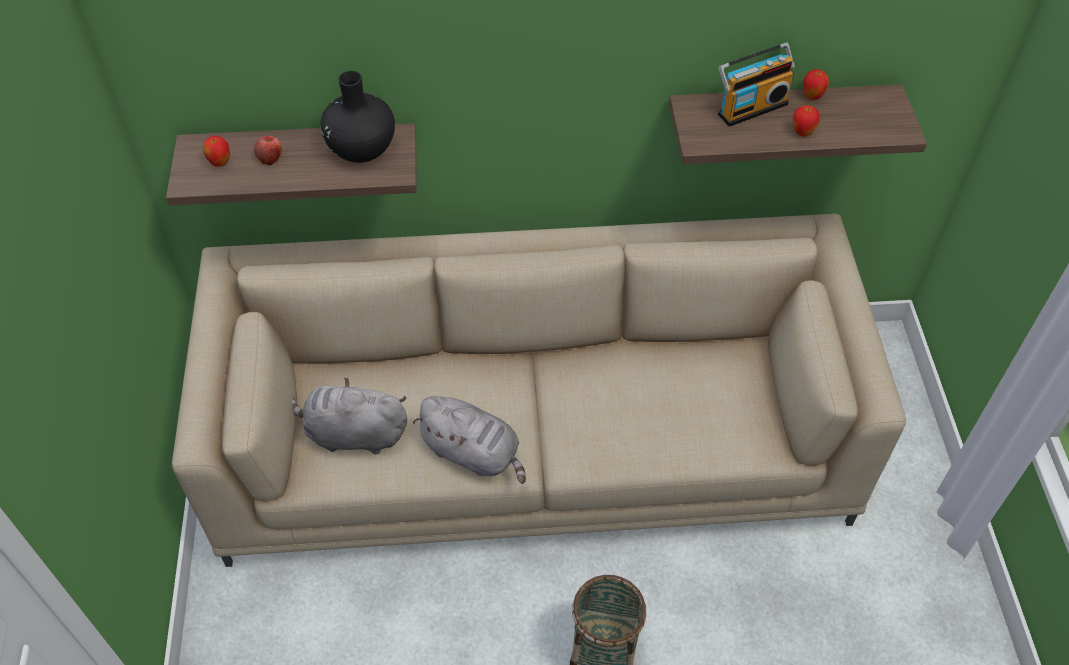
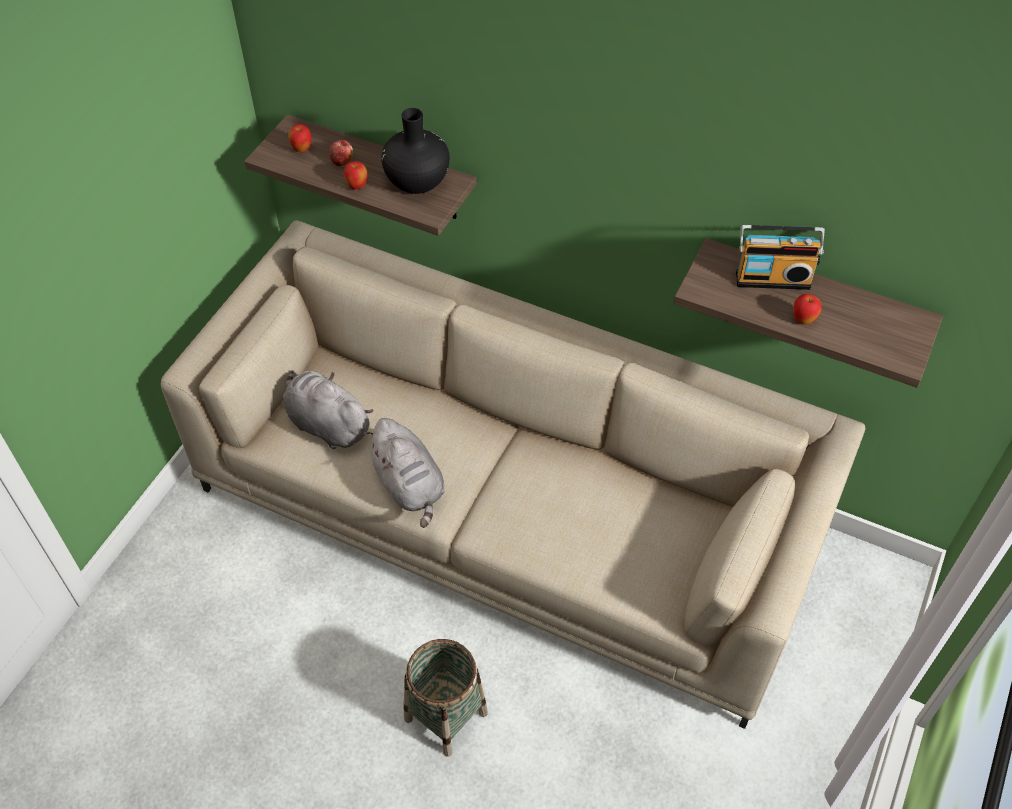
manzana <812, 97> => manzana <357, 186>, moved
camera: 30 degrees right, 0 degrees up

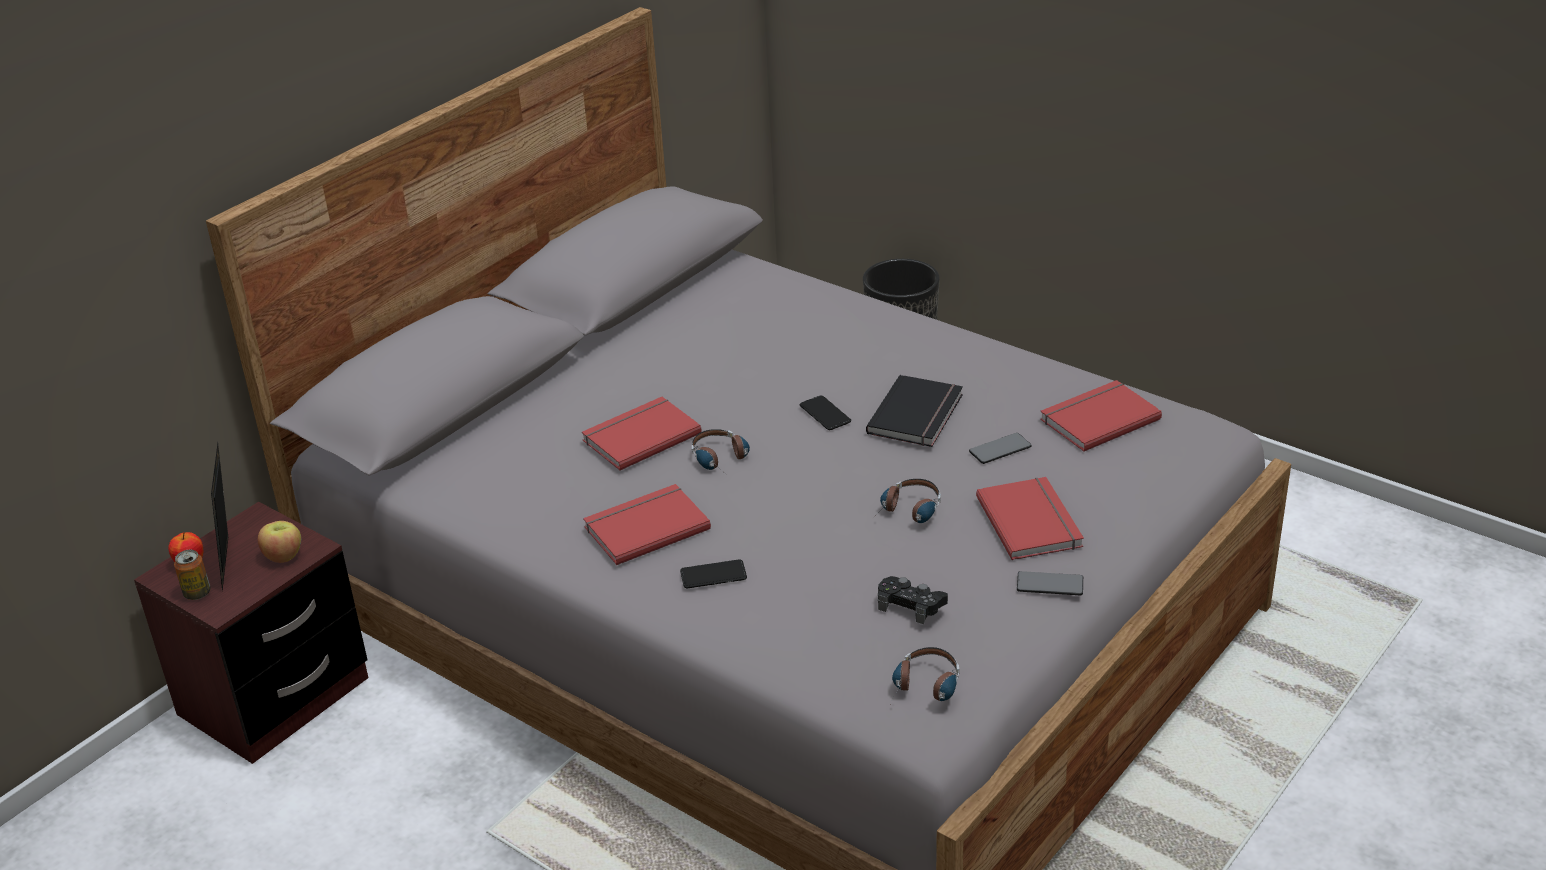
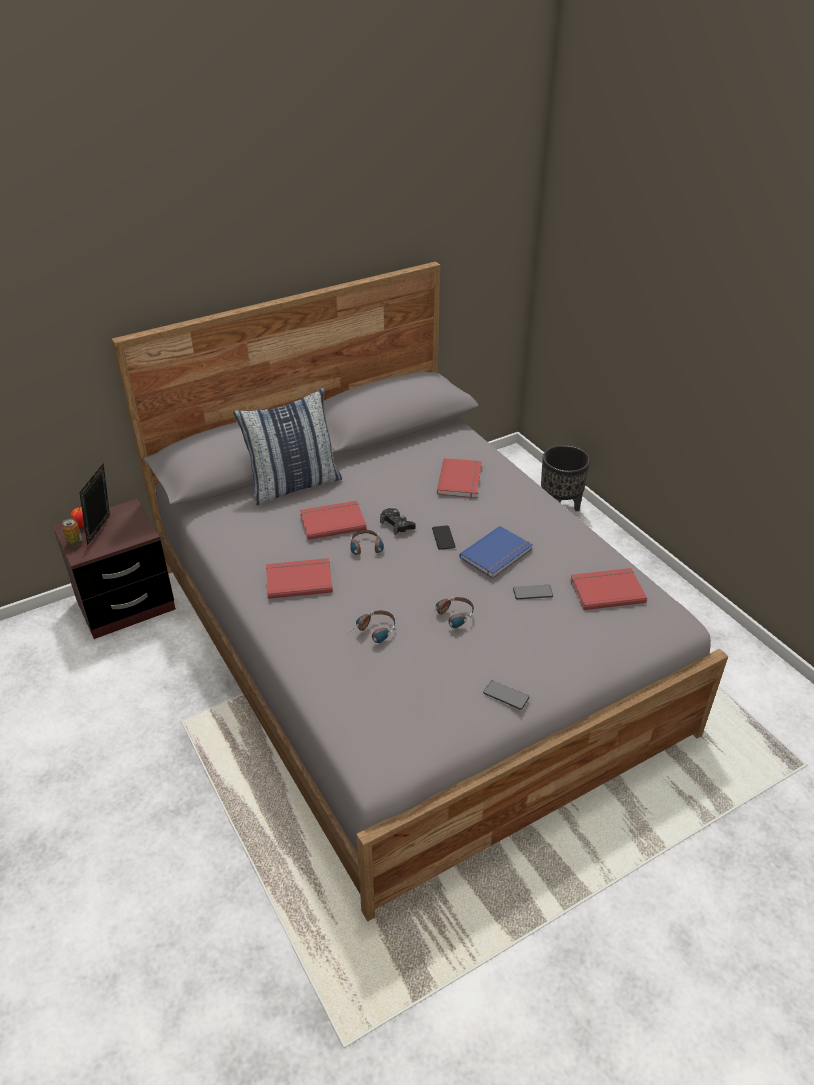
manzana <284, 556> => nothing
móvil <713, 575> => nothing
libro [negro] <918, 414> => libro [azul] <497, 554>
mando de consola [negro] <911, 605> => mando de consola [negro] <397, 525>, moved
auriculares <924, 690> => auriculares <372, 633>, moved
libro [rojo] <1032, 521> => libro [rojo] <461, 480>, moved
nothing => cojín <294, 485>
camera: 20 degrees right, 5 degrees up

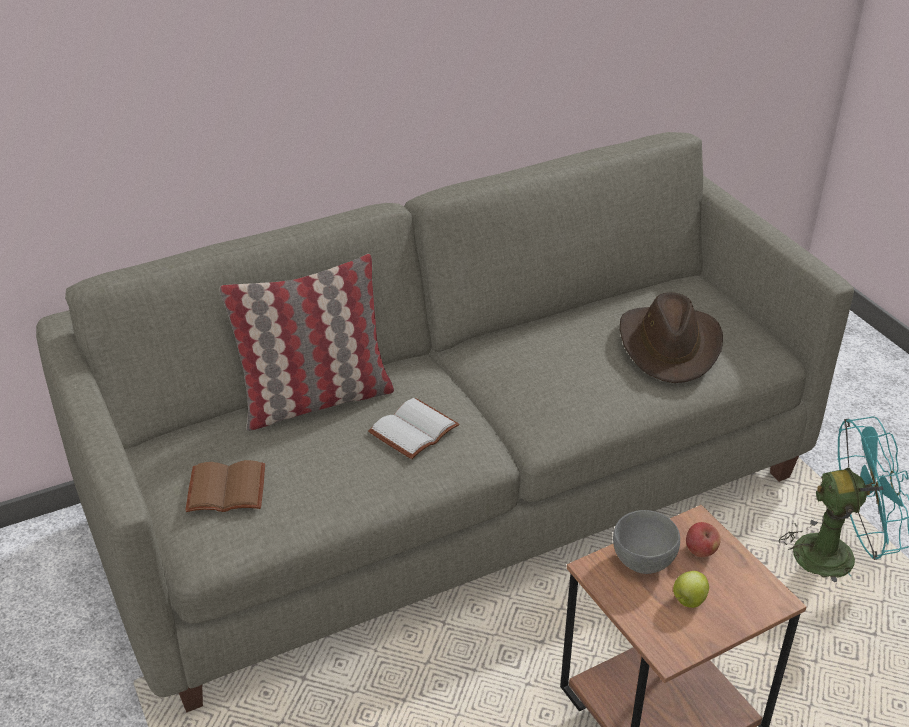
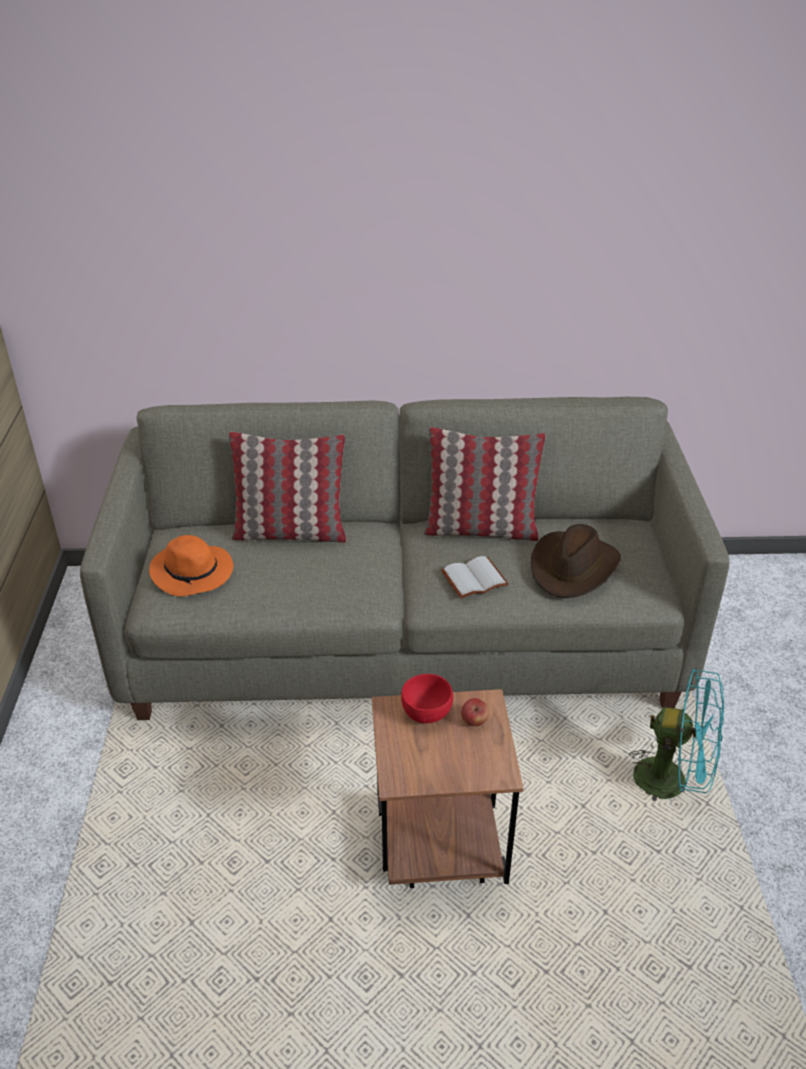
libro [marrón] <228, 487> => sombrero [naranja] <193, 573>
libro [blanco] <414, 432> => libro [blanco] <474, 580>, moved
cuenco [gris] <644, 561> => cuenco [rojo] <427, 714>
manzana <688, 601> => nothing
nothing => cojín <480, 529>
camera: 25 degrees right, 0 degrees up

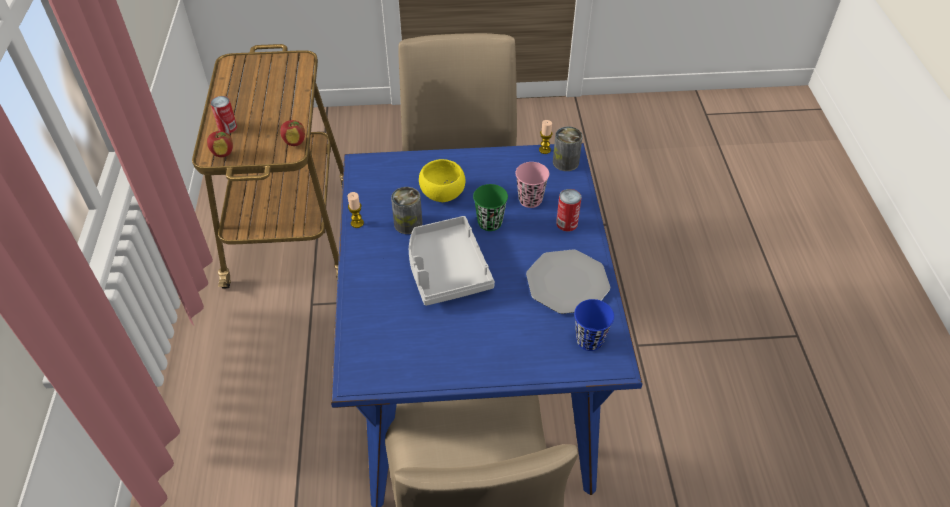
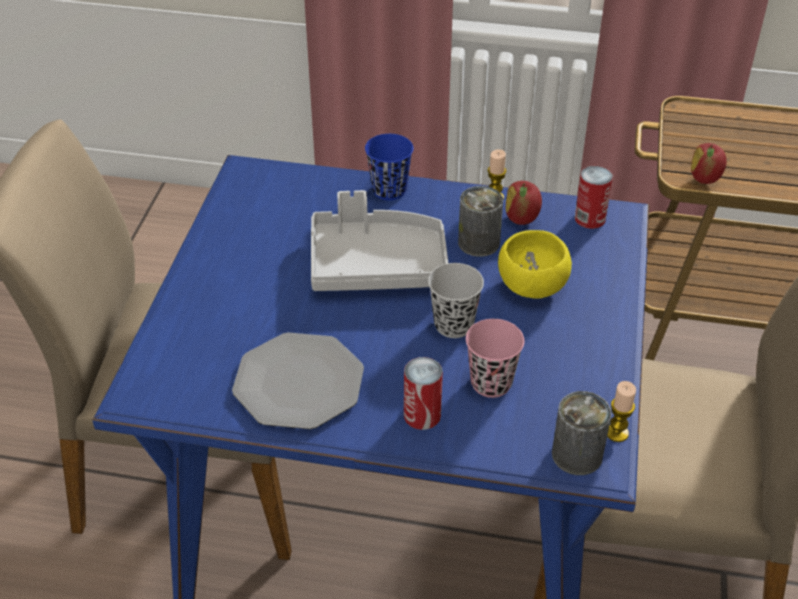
manzana <223, 153> => manzana <522, 219>, moved
lata <227, 127> => lata <590, 218>, moved
taza [verde] <490, 222> => taza [negro] <453, 325>
taza [azul] <589, 340> => taza [azul] <389, 190>, moved
camera: 105 degrees right, 5 degrees down

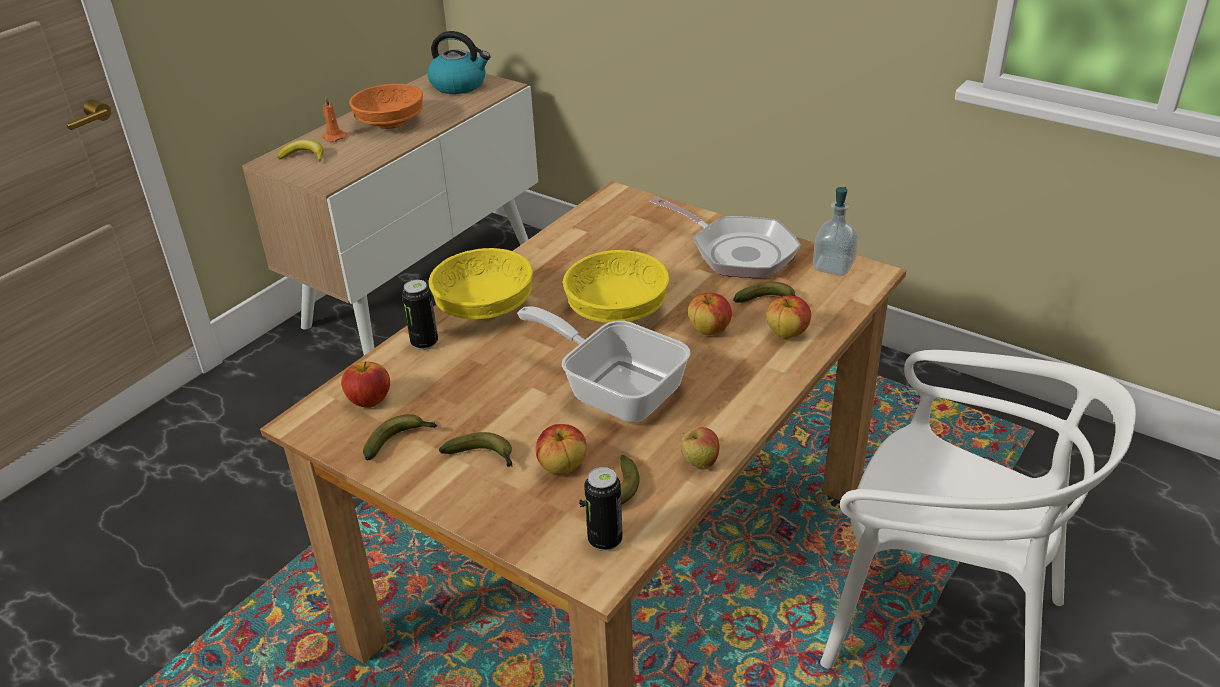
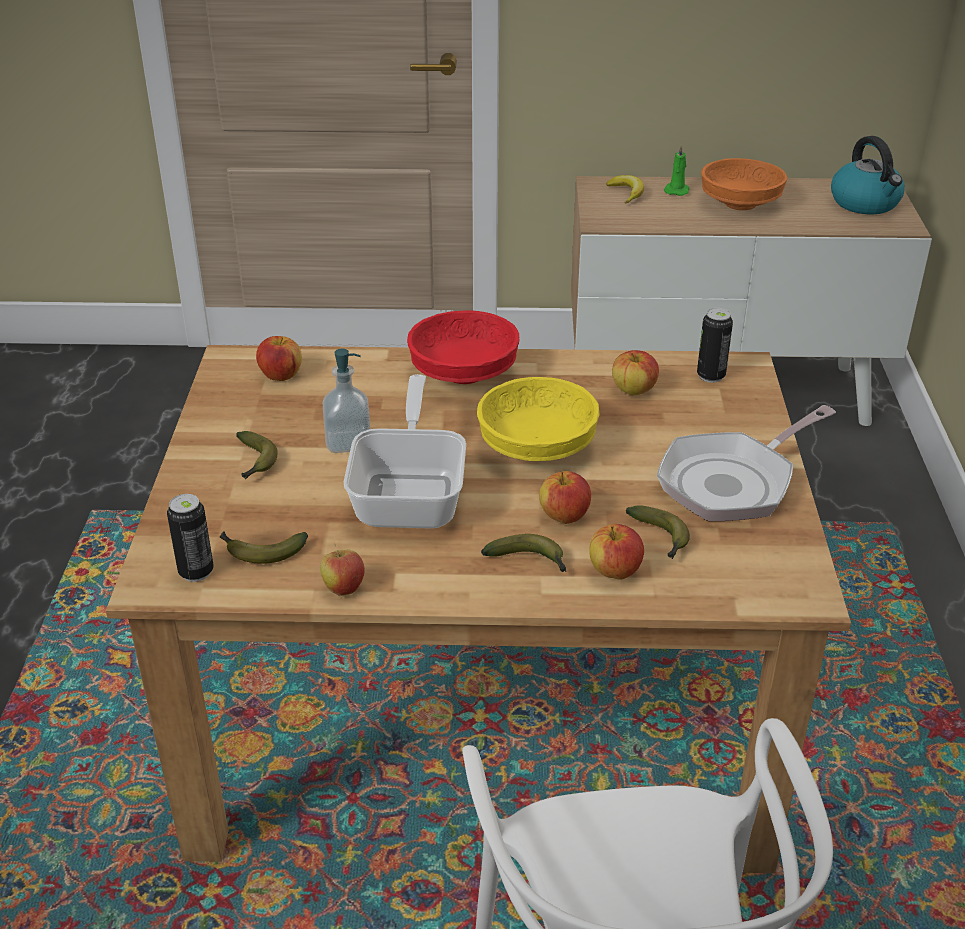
vela [naranja] <333, 137> => vela [verde] <677, 190>
plátano <400, 441> => plátano <530, 561>, moved
lata <424, 343> => lata <711, 376>, moved
cuenco [amarillo] <485, 307> => cuenco [rojo] <465, 373>
manzana <562, 466> => manzana <634, 390>, moved
sartén <737, 252> => sartén <732, 482>, 45 degrees clockwise
dispensador de jabón <833, 266> => dispensador de jabón <348, 442>, moved
camera: 55 degrees right, 0 degrees up

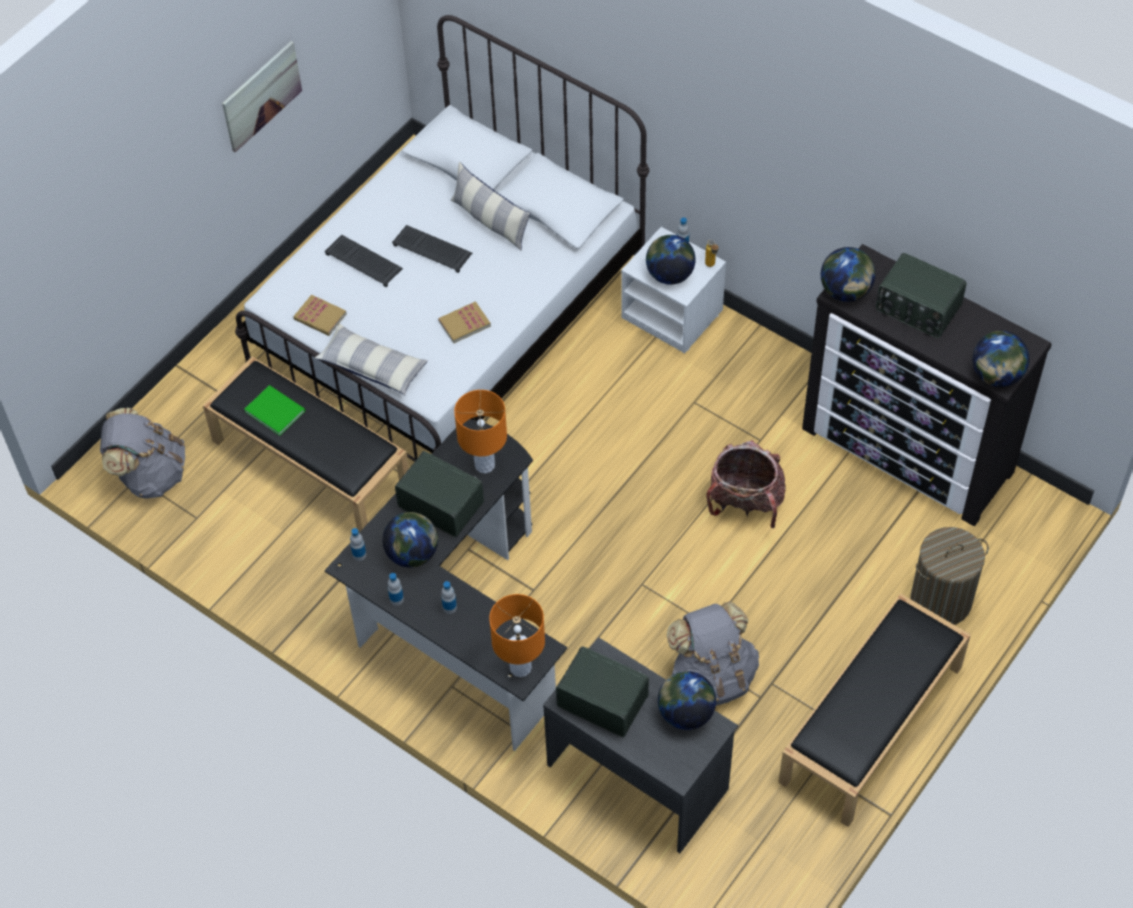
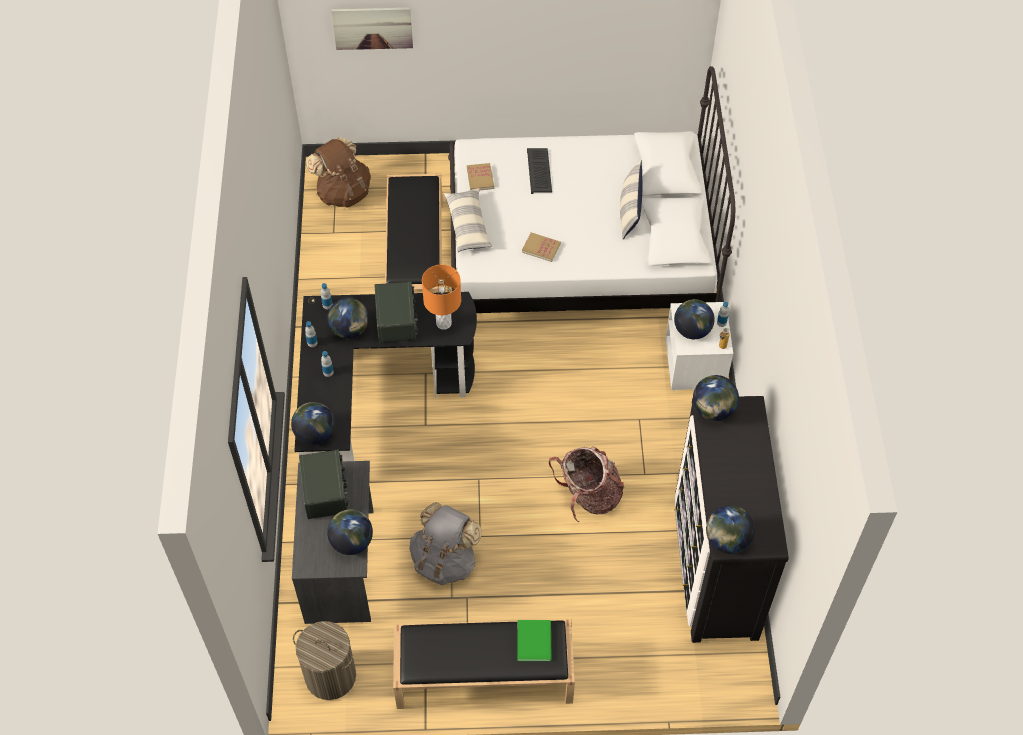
mochila [gris] <150, 474> => mochila [marrón] <343, 192>
cuadro <261, 96> => cuadro <372, 28>, moved
libro [verde] <274, 409> => libro [verde] <535, 640>, moved
teclado <433, 249> => nothing
lámpara de mesa [naranja] <520, 667> => globo terráqueo <315, 434>
radio <917, 309> => nothing
cesto de la ropa <940, 600> => cesto de la ropa <330, 676>, moved
camera: 50 degrees right, 0 degrees up

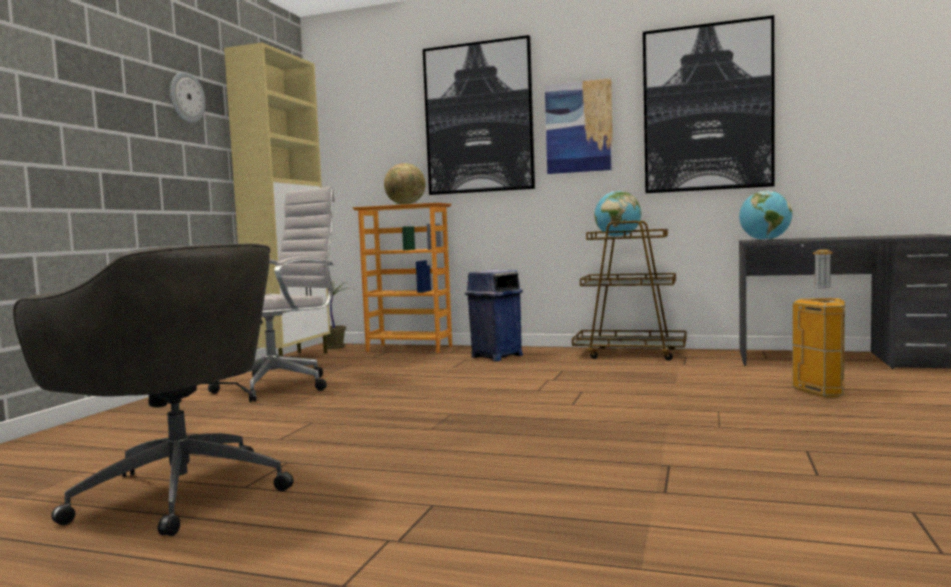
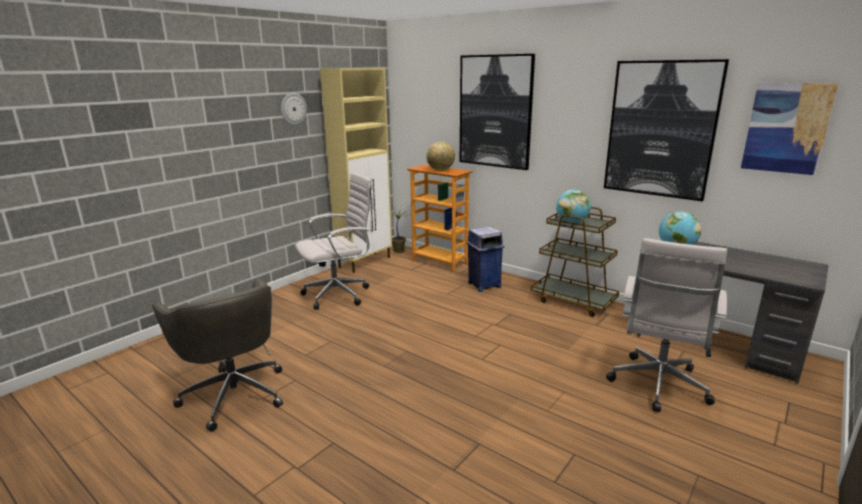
cuadro <579, 127> => cuadro <786, 128>, moved
papelera <822, 392> => silla de oficina [blanco] <658, 387>
camera: 20 degrees right, 15 degrees up

